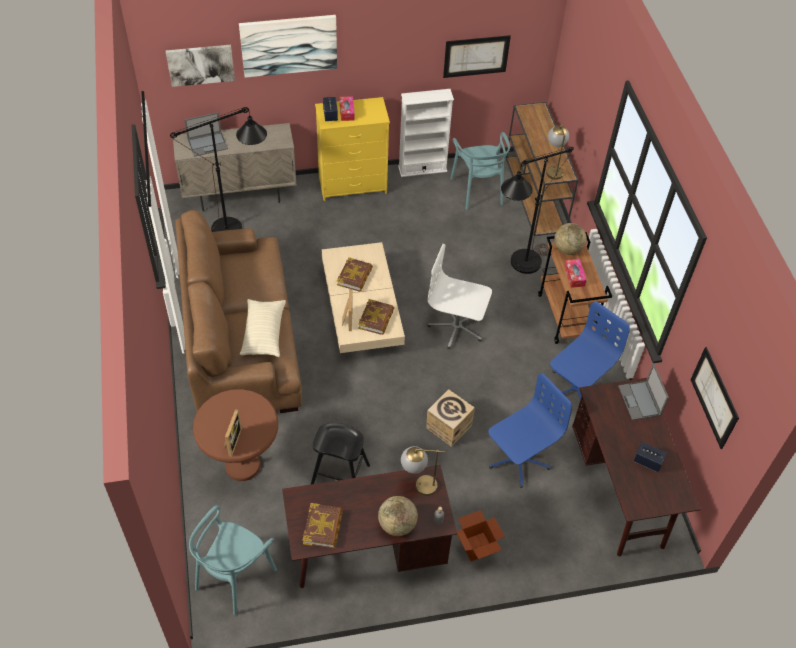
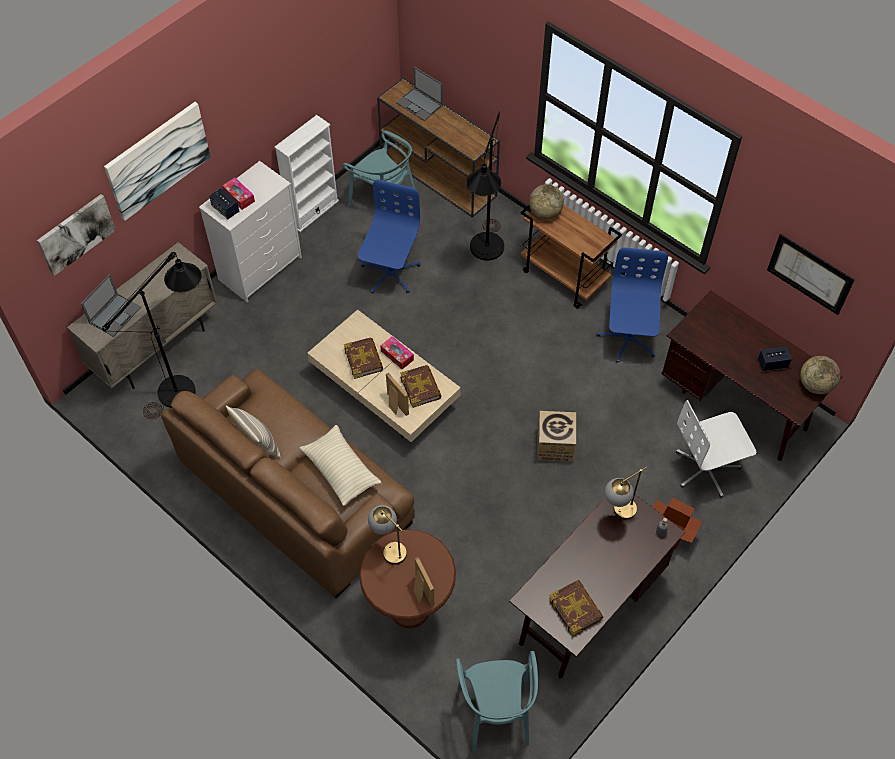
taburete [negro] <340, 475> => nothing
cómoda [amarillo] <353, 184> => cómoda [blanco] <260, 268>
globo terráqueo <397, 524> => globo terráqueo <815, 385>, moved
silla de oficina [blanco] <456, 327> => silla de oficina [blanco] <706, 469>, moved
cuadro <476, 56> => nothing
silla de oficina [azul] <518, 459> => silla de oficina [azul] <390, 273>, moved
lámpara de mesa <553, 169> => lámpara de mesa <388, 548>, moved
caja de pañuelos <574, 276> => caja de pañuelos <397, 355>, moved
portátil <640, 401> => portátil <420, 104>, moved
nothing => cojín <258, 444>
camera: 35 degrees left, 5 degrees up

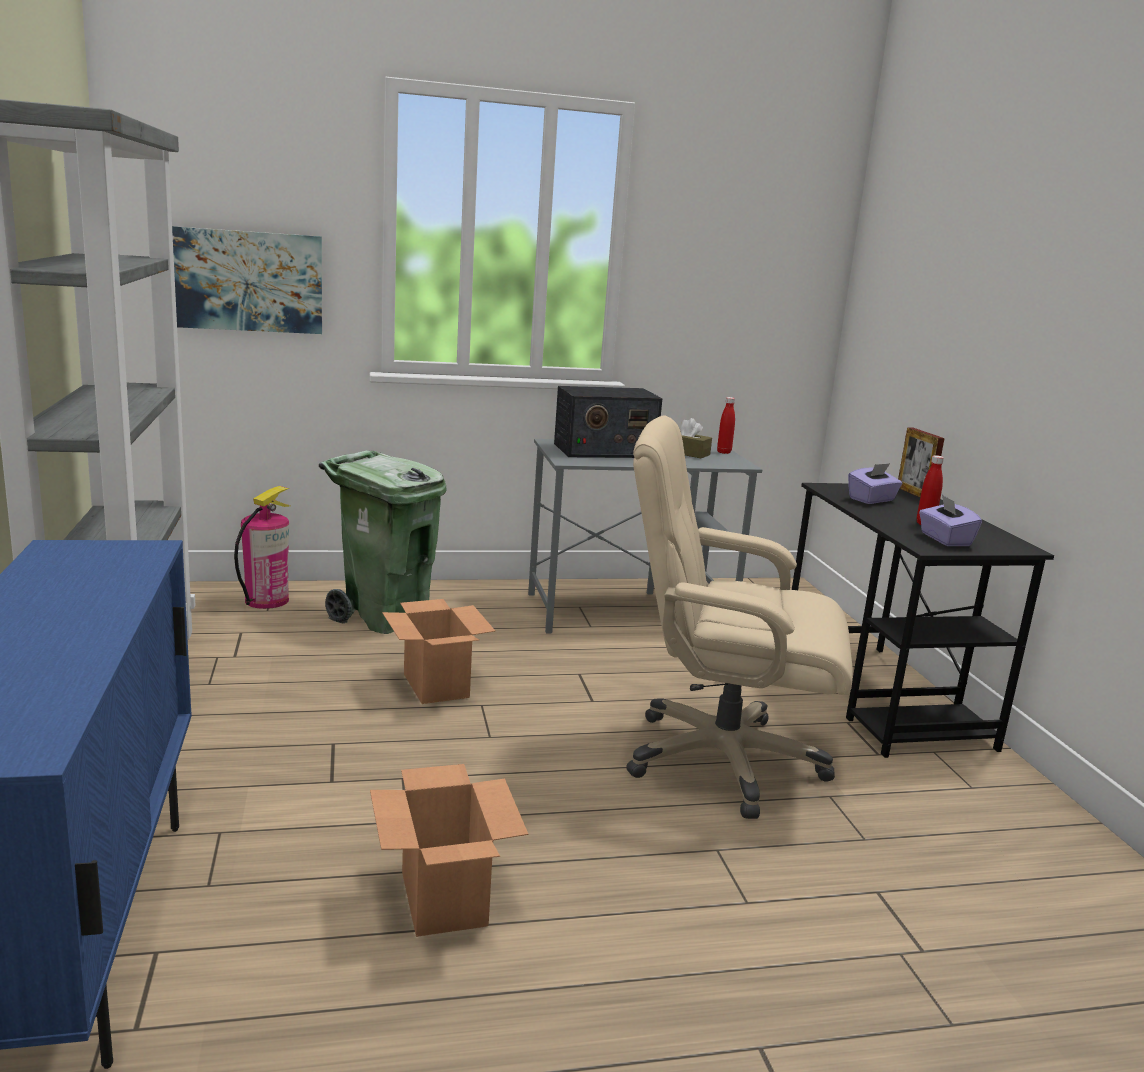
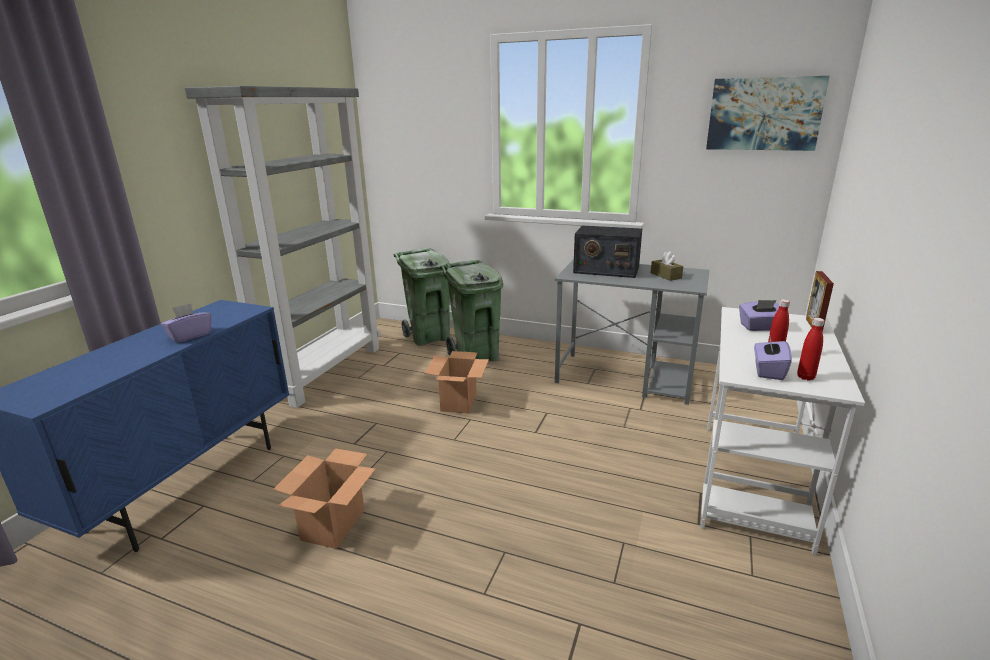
cuadro <247, 281> => cuadro <764, 114>, moved
extintor <266, 600> => papelera [verde] <429, 337>
silla de oficina [beis] <720, 760> => nothing
botella [rojo] <724, 452> => botella [rojo] <805, 377>, moved
escritorio [negro] <883, 698> => escritorio [blanco] <753, 482>
nothing => caja de pañuelos [morado] <190, 336>
camera: 35 degrees right, 5 degrees up

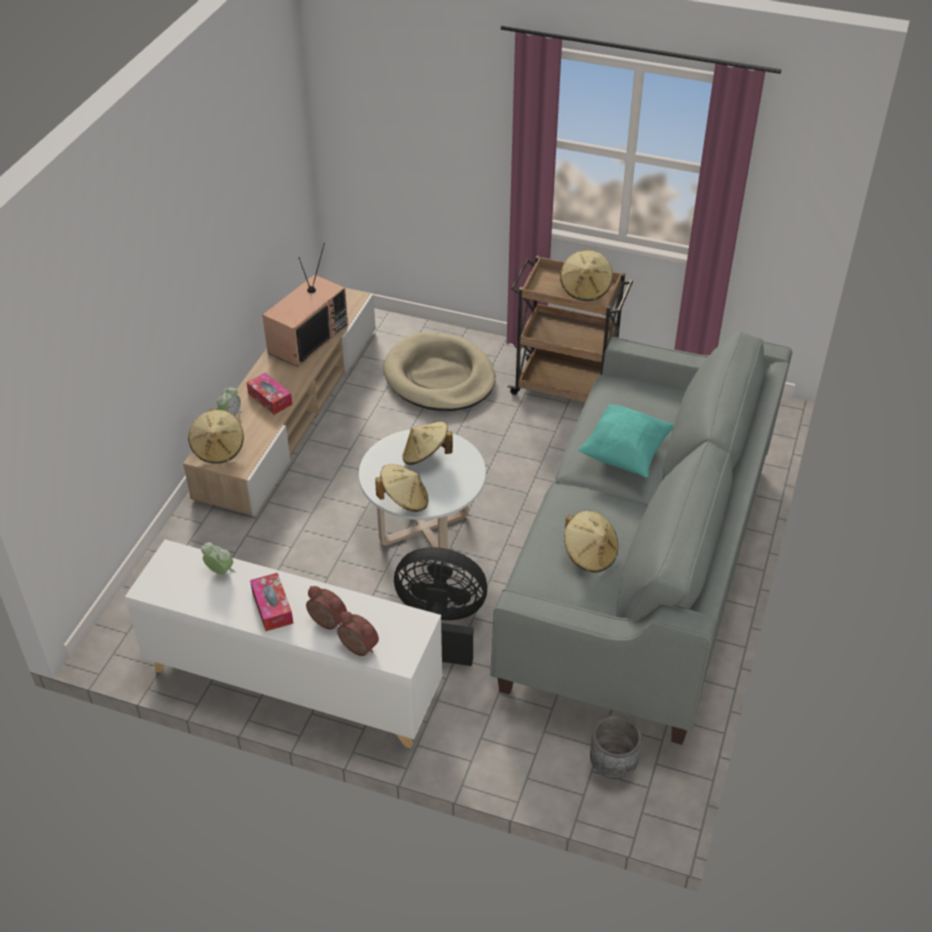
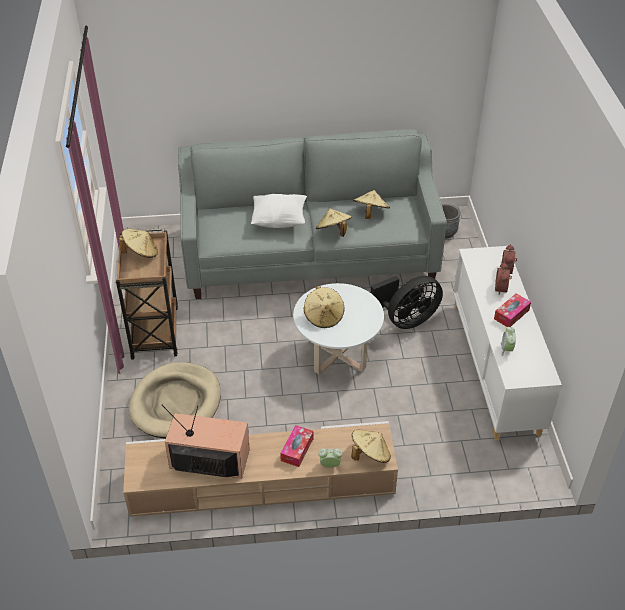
sombrero [beis] <404, 500> => sombrero [beis] <333, 232>, moved
ventilador [negro] <442, 624> => ventilador [negro] <406, 320>, 105 degrees counterclockwise
cojín [turquesa] <624, 454> => cojín [blanco] <279, 220>
camera: 115 degrees left, 0 degrees up

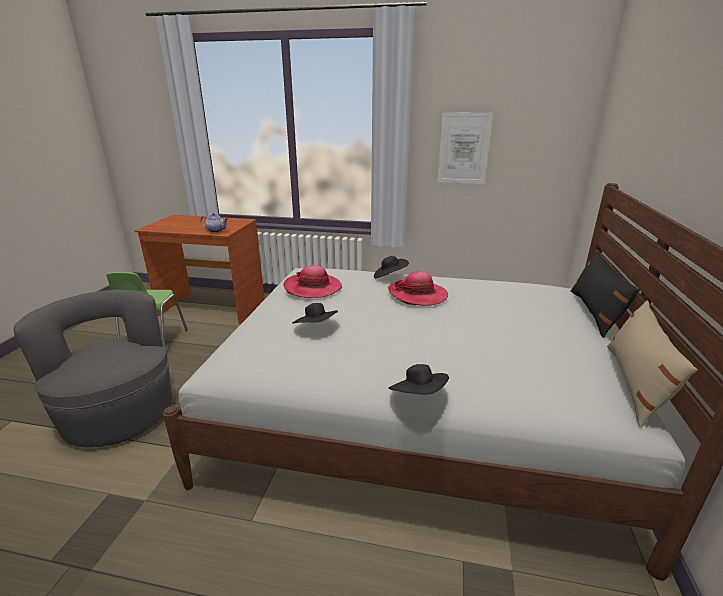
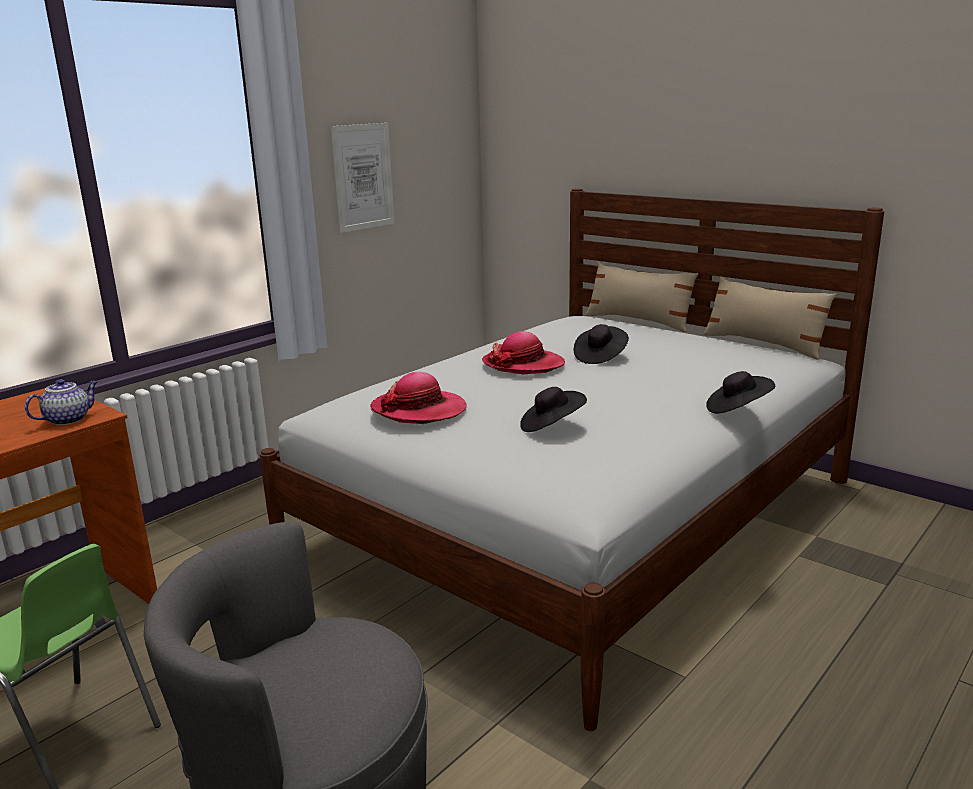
sombrero [negro] <389, 277> => sombrero [negro] <600, 357>, moved
cojín [negro] <594, 313> => cojín [beis] <638, 321>
camera: 60 degrees left, 5 degrees down

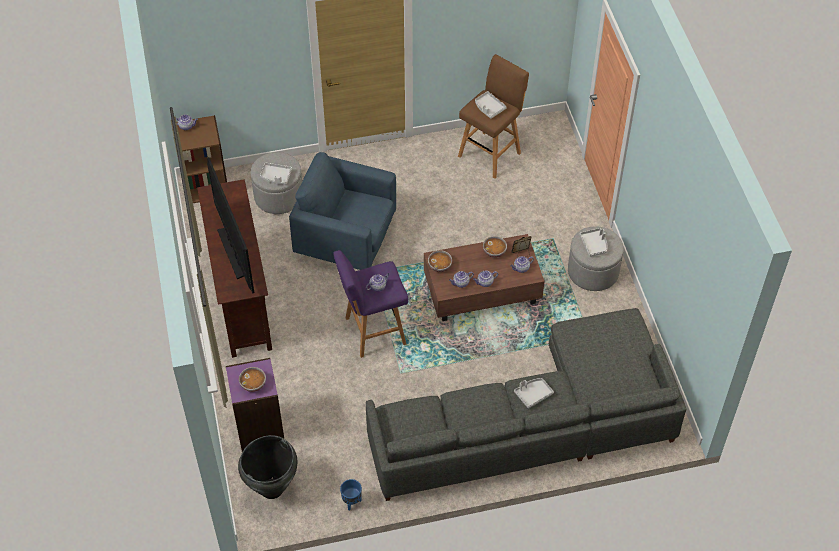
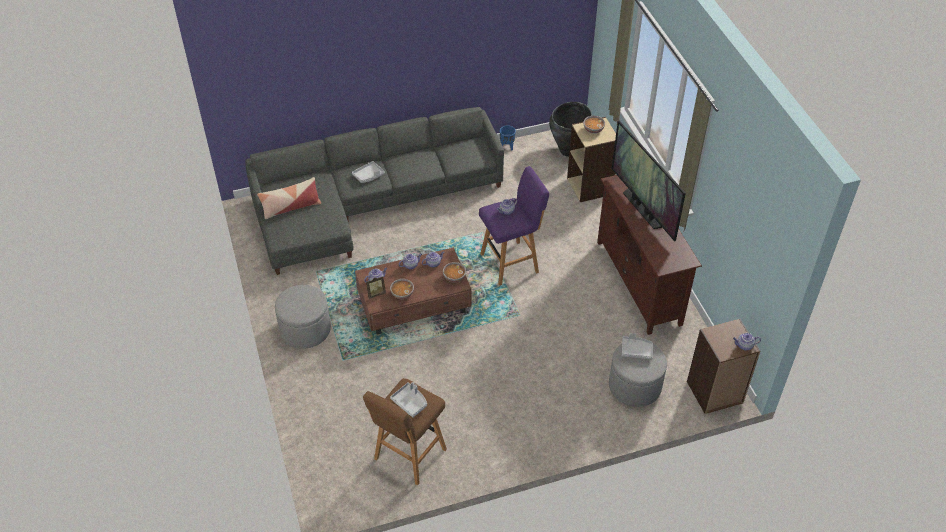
estantería [morado] <259, 429> => estantería [beis] <590, 186>
sillón [azul] <347, 240> => nothing
bandeja [gris] <594, 245> => nothing
nothing => cojín <291, 207>
camera: 175 degrees right, 5 degrees down

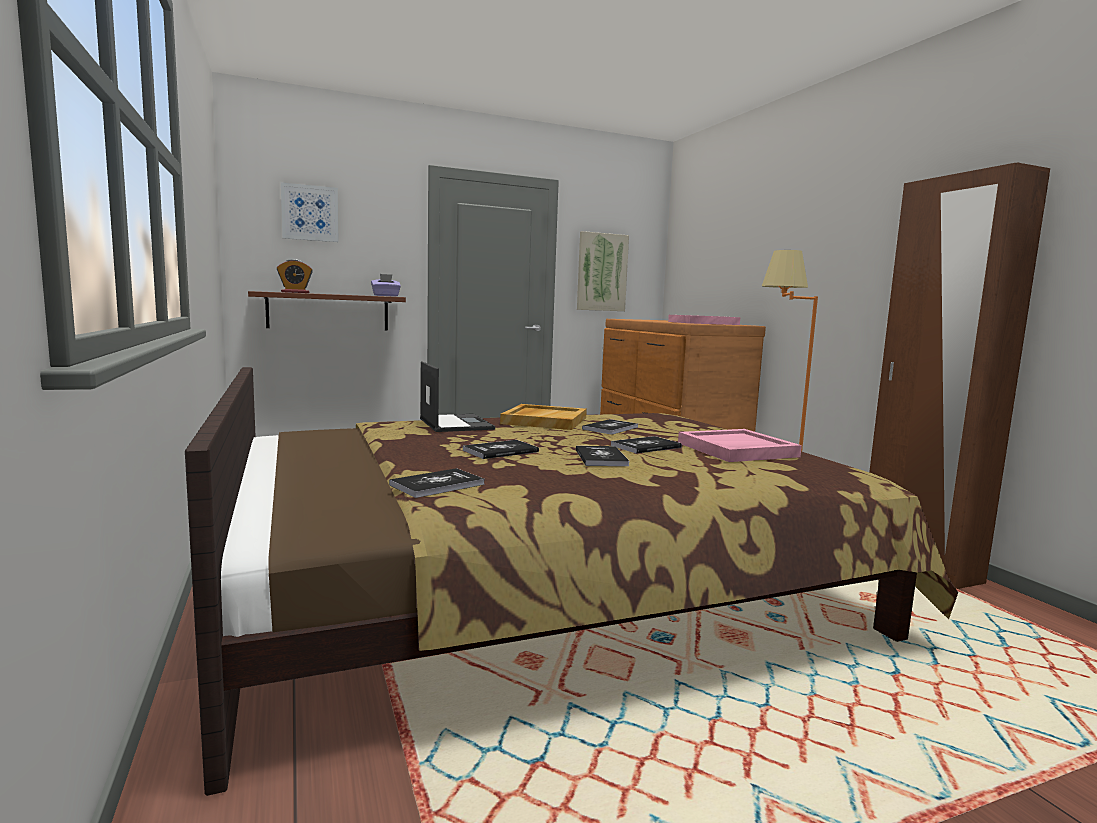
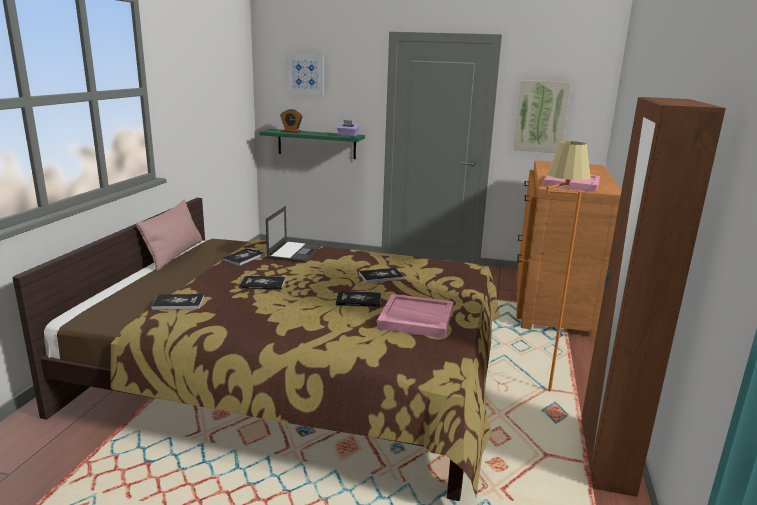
estante [marrón] <328, 311> => estante [verde] <316, 144>
bandeja [beis] <544, 420> => nothing
libro <601, 458> => libro <243, 258>, moved
nothing => cojín [rosa] <175, 254>
camera: 35 degrees right, 10 degrees up

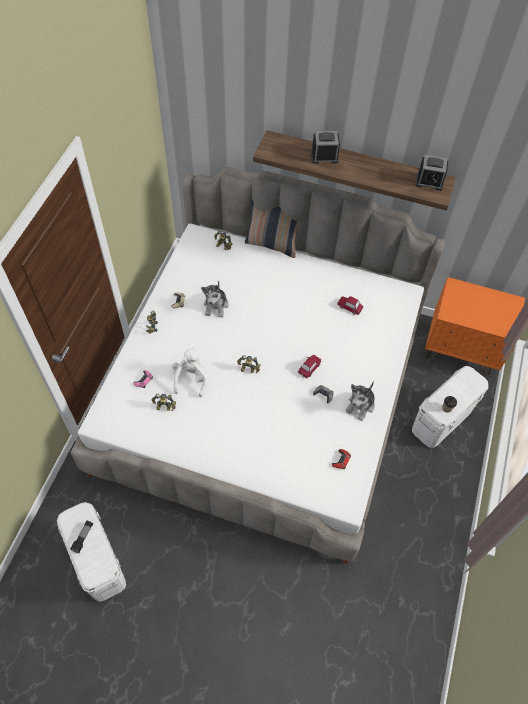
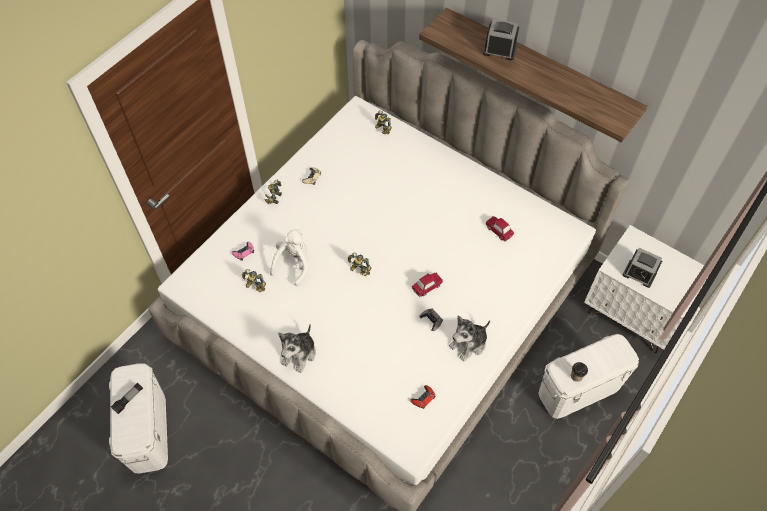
peluche <216, 305> => peluche <299, 354>, moved
cojín <272, 244> => nothing
despertador <429, 181> => despertador <639, 274>, moved
mesita de noche [naranja] <461, 349> => mesita de noche [blanco] <633, 315>
camera: 20 degrees right, 0 degrees up

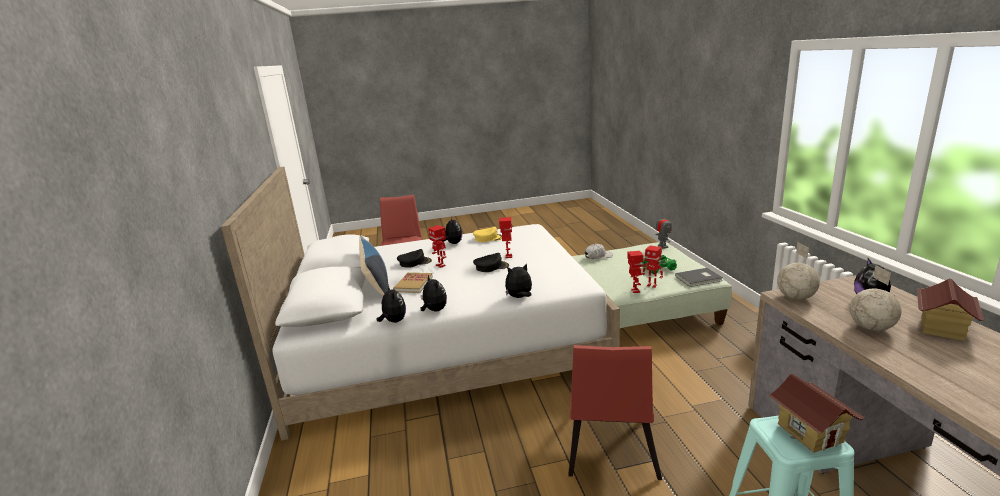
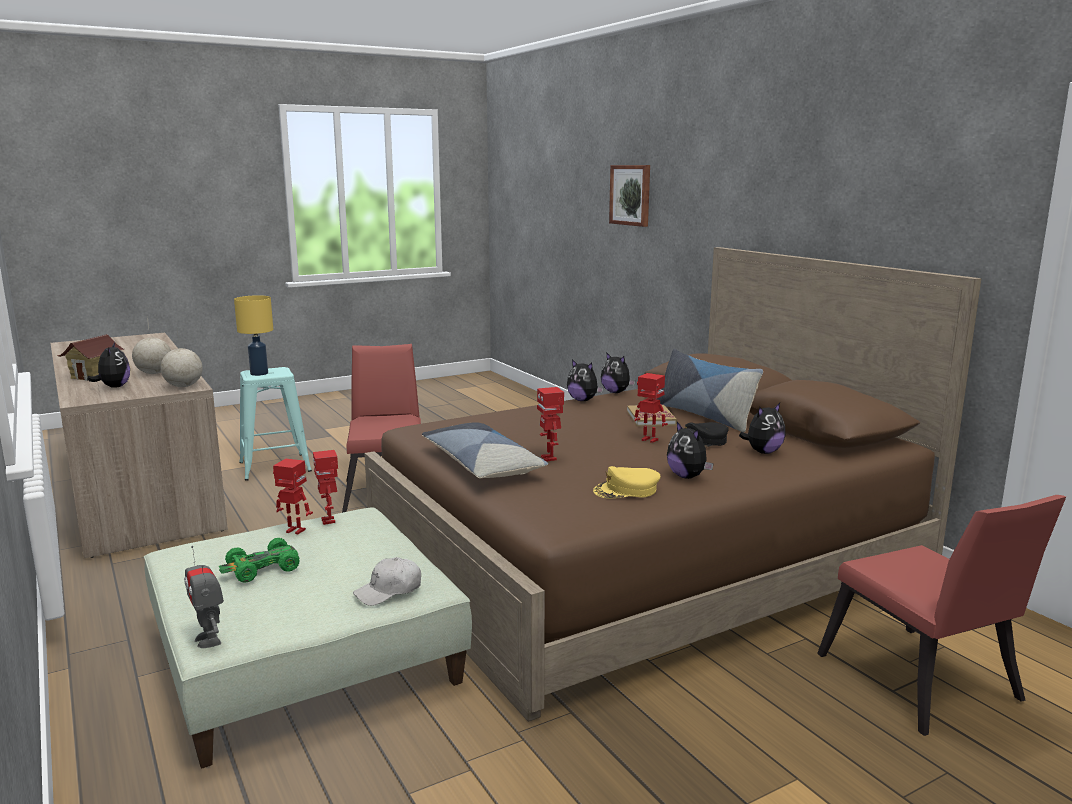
cama [blanco] <445, 342> => cama [marrón] <646, 560>
gorra [negro] <491, 267> => nothing
peluche <519, 297> => peluche <763, 452>, moved
libro [gris] <699, 279> => nothing
casita <810, 432> => lámpara de mesa [amarillo] <259, 373>
nothing => cojín <482, 465>
nothing => cuadro <631, 195>
camera: 160 degrees right, 5 degrees down

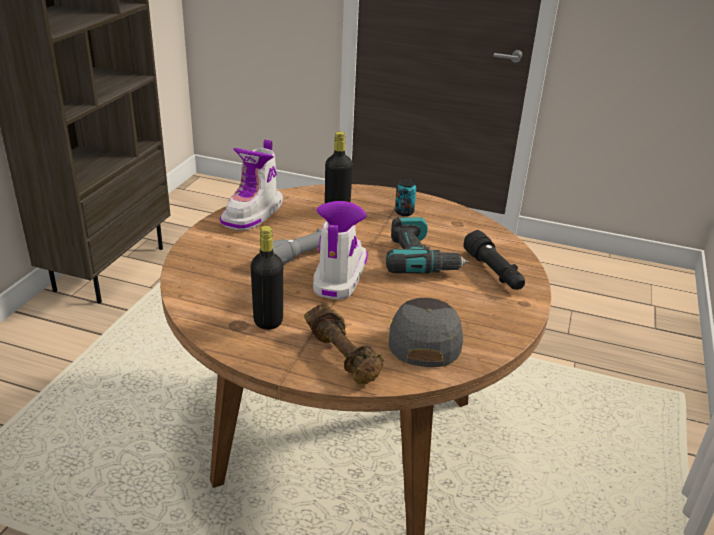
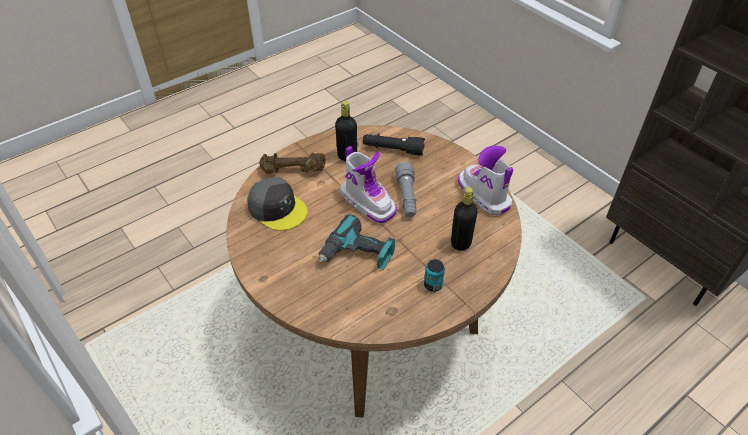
linterna [negro] <493, 272> => linterna [negro] <393, 149>, moved
camera: 125 degrees right, 15 degrees up

